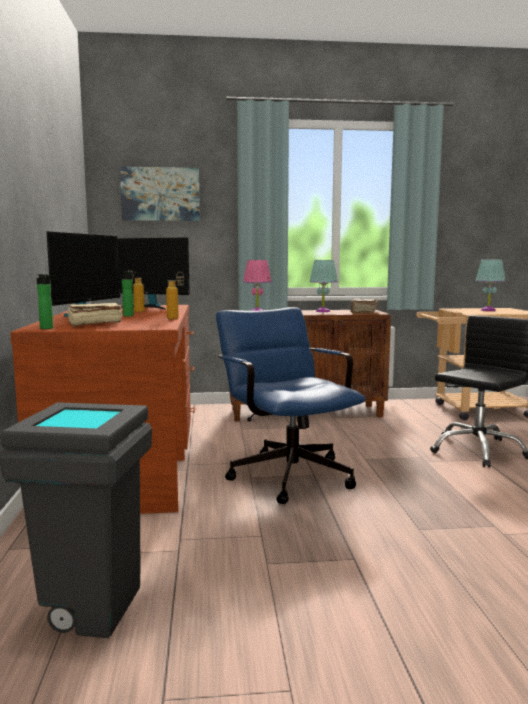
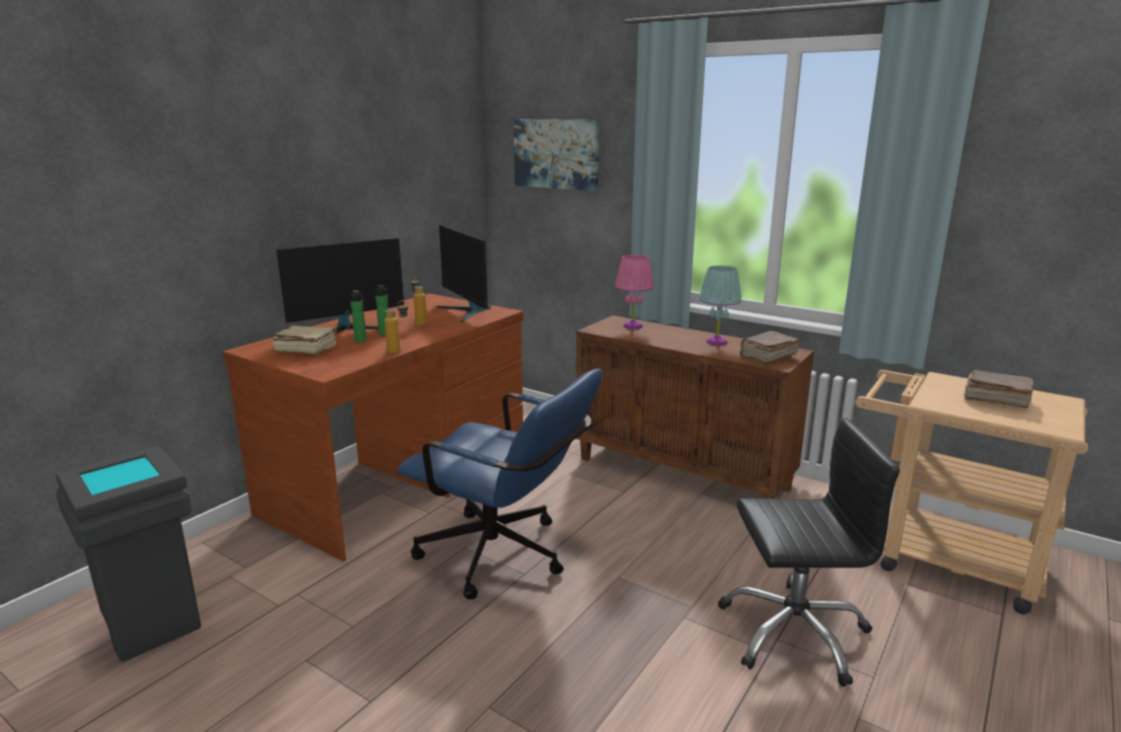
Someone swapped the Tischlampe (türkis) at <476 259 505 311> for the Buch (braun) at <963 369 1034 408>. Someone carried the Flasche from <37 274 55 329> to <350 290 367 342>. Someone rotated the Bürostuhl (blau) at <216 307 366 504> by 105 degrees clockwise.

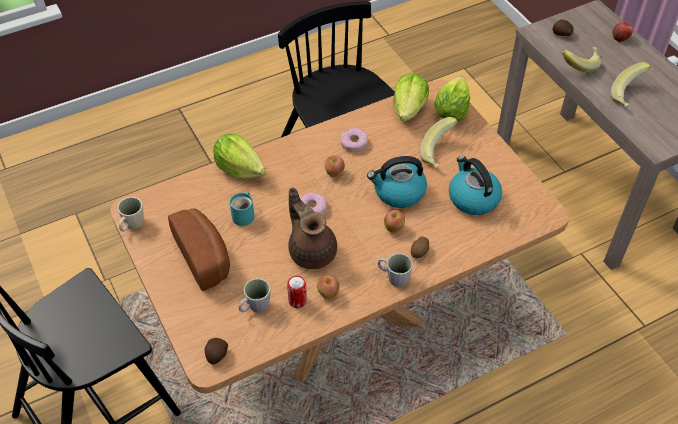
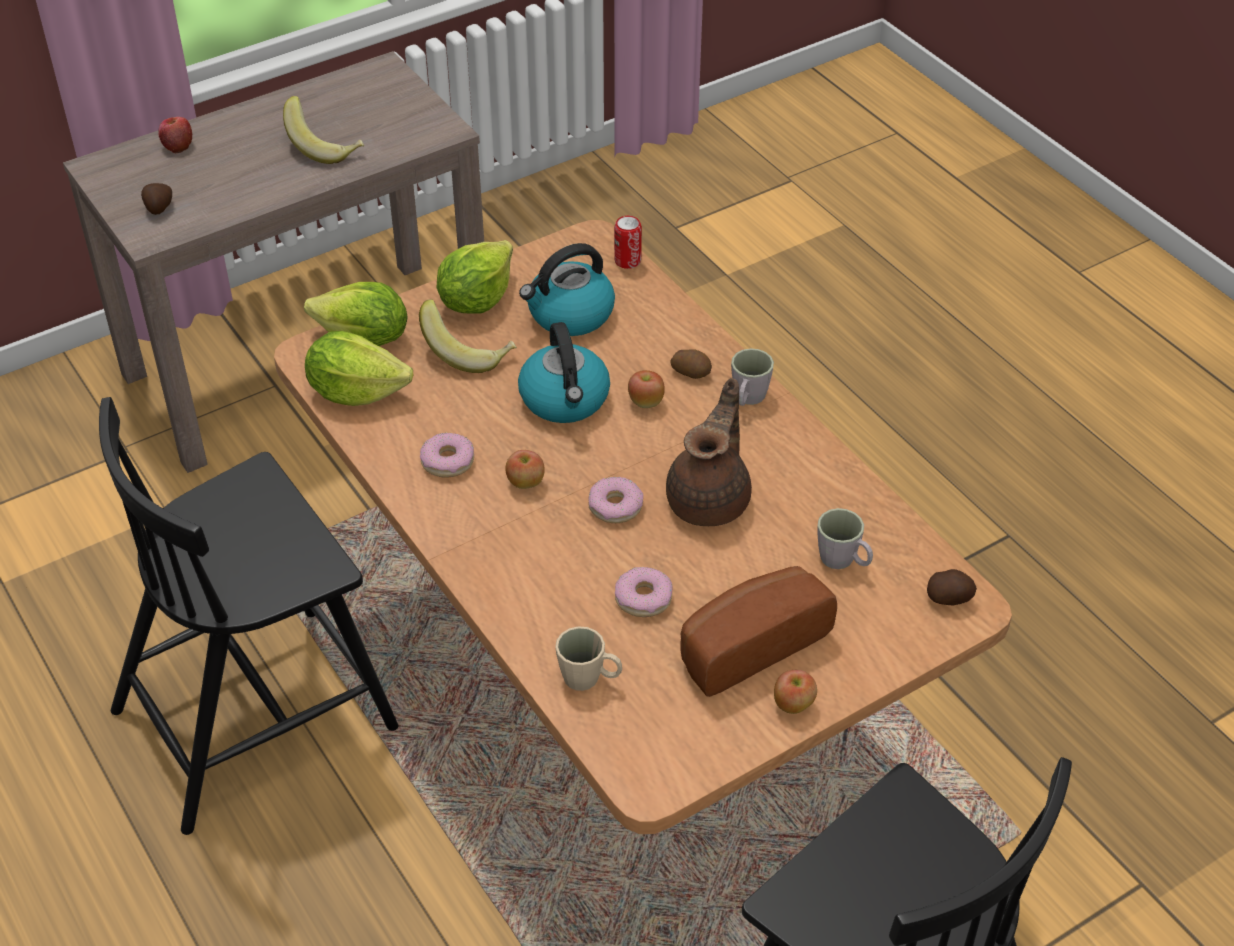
Someone took away the Banane at <562 47 601 73>. Someone carried the Salatkopf from <213 133 266 179> to <436 240 513 314>. Someone rotated the Teekanne (braun) at <288 187 337 269> by 150 degrees clockwise. Someone swapped the Henkelbecher (türkis) at <230 192 255 226> for the Donut at <615 567 673 617>. Someone carried the Henkelbecher (beige) from <117 197 144 232> to <555 626 622 691>. Someone carried the Apfel from <317 275 339 300> to <774 670 817 714>. Someone carried the Dose from <287 276 307 308> to <614 216 642 269>.

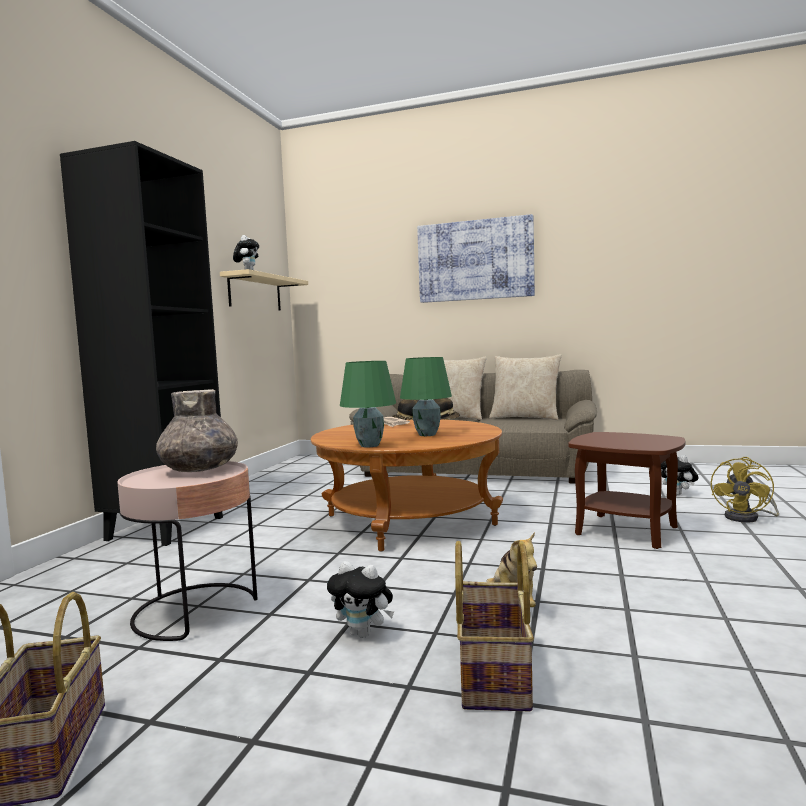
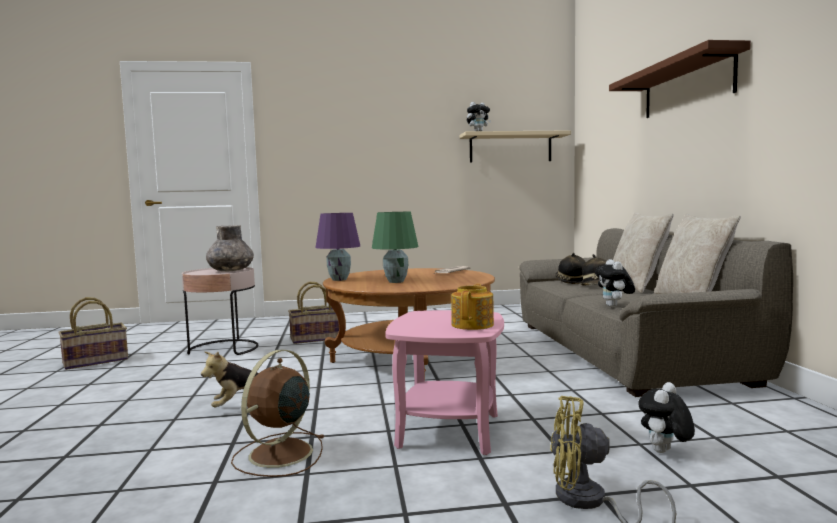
Someone took away the Bücherregal (schwarz) at <60 141 223 546>. Someone swapped the Bild at <417 214 535 303> for the Wandregal (braun) at <609 40 751 118>. Someone repainted the Tischlampe (grün) at <340 361 396 447>, which became the Tischlampe (lila) at <315 213 360 281>. Someone repainted the Beistelltisch (braun) at <568 432 685 549>, which became the Beistelltisch (rosa) at <386 310 504 455>. Someone carried the Korb from <455 541 534 712> to <288 282 339 344>. Someone carried the Plüschtier from <327 561 394 638> to <595 259 635 307>. Someone put down the Teekanne at <451 284 494 330>. Someone put down the Ventilator (braun) at <231 349 325 477>.

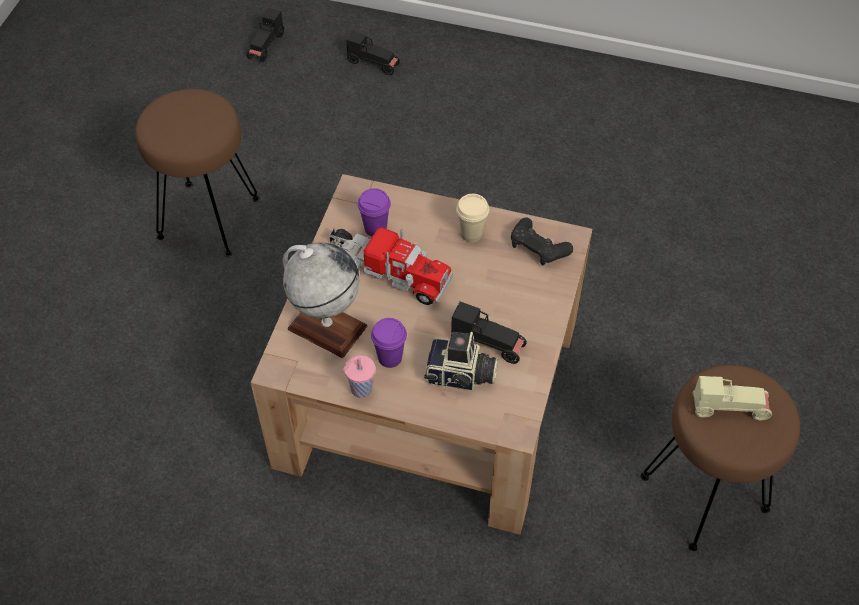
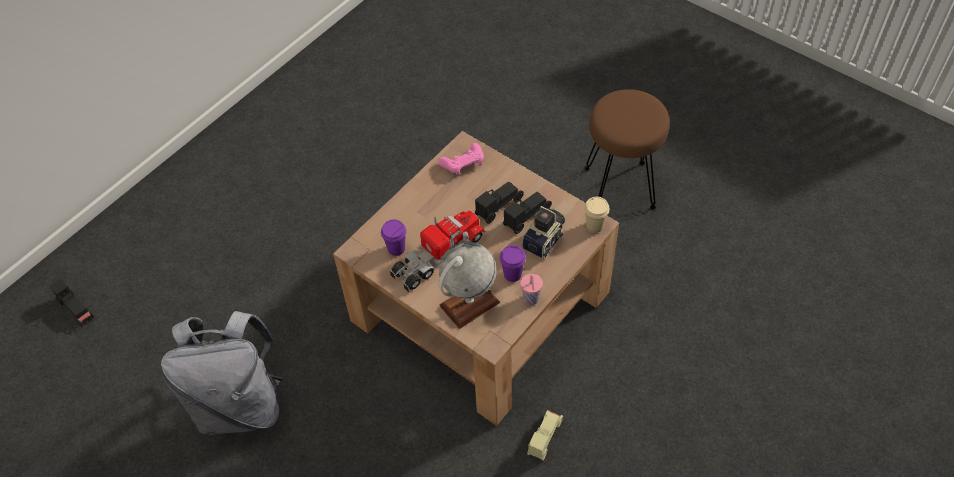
Someone carried the Spielzeugauto (schwarz) from <346 31 400 75> to <475 182 524 224>. Someone swapped the Hocker (braun) at <135 89 259 257> for the Rucksack (grau) at <161 311 283 435>. Someone carried the Tasse (beige) from <456 194 489 242> to <584 197 610 233>. Someone repainted the Gamepad (schwarz) at <511 217 573 265>, which became the Gamepad (rosa) at <438 143 484 176>. Someone carried the Spielzeugauto (beige) from <693 376 772 420> to <527 410 563 461>.

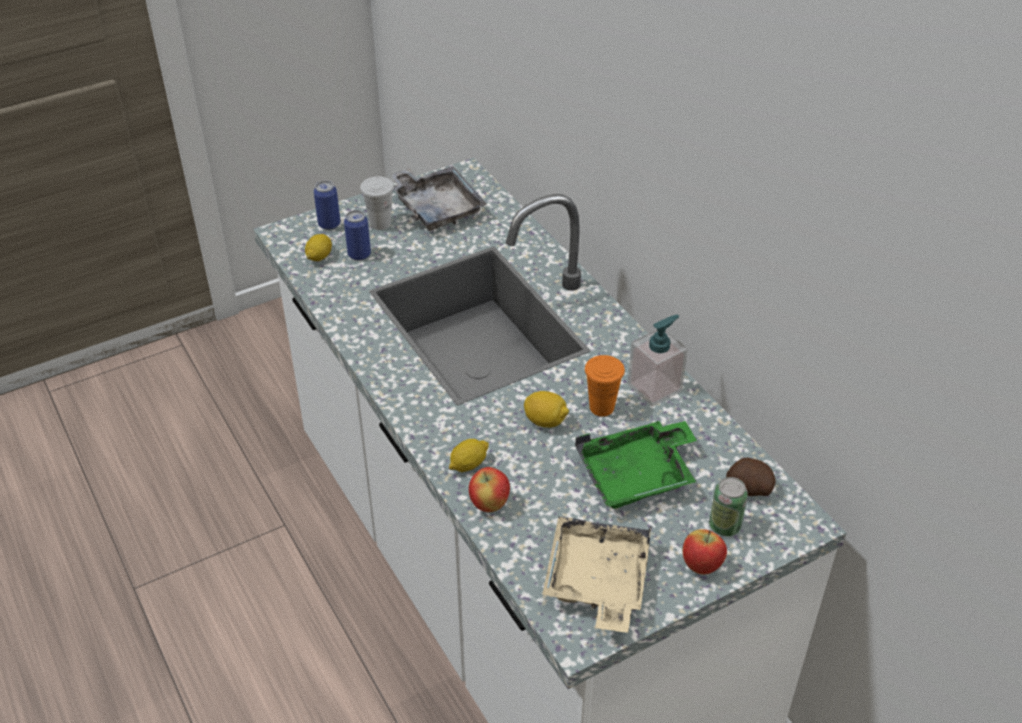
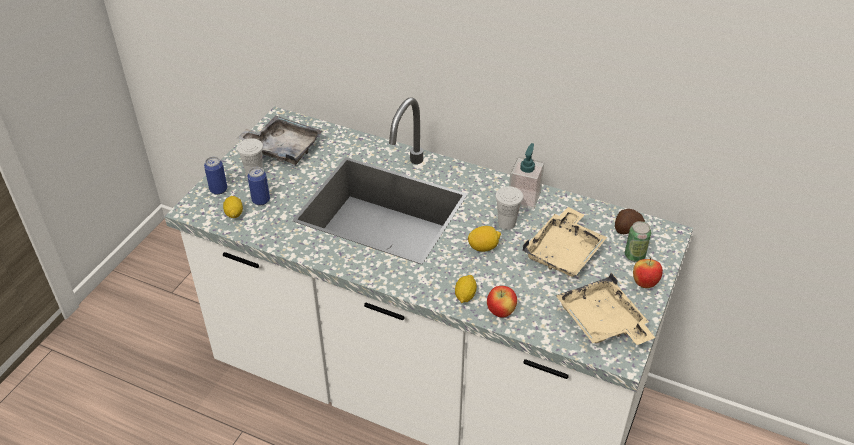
Someone repainted the Tasse (orange) at <585 355 625 416>, which became the Tasse (weiß) at <495 186 523 230>. Someone repainted the Tablett (grün) at <575 421 697 509>, which became the Tablett (beige) at <523 207 607 277>.

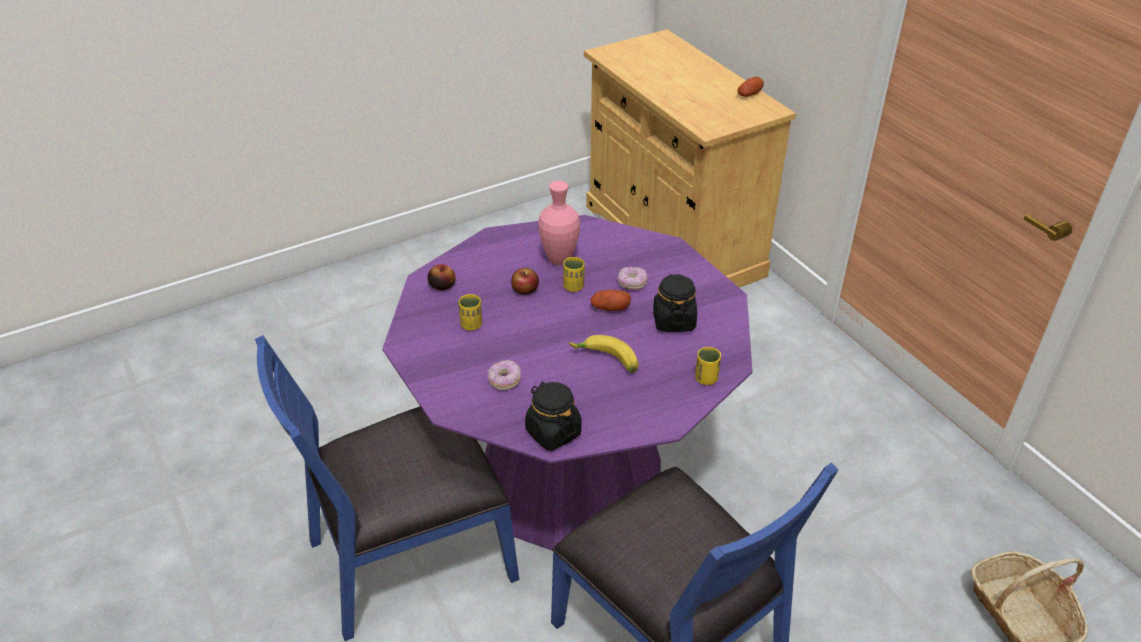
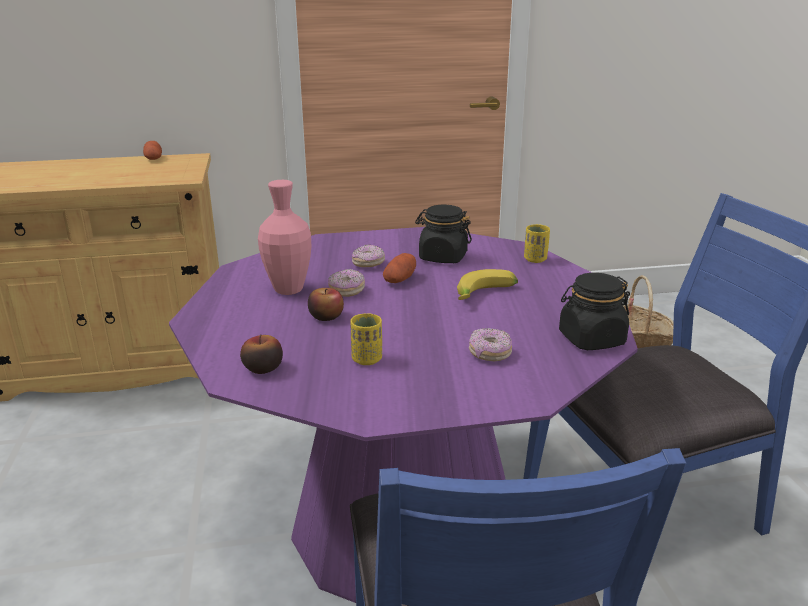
Someone swapped the Tasse (gelb) at <563 257 585 292> for the Donut at <328 269 365 297>.

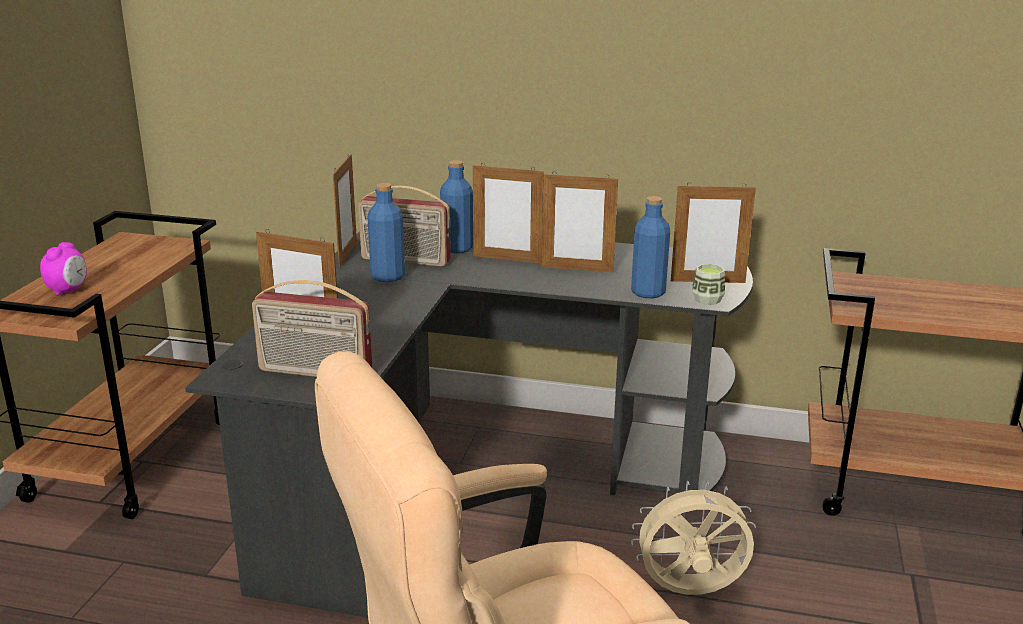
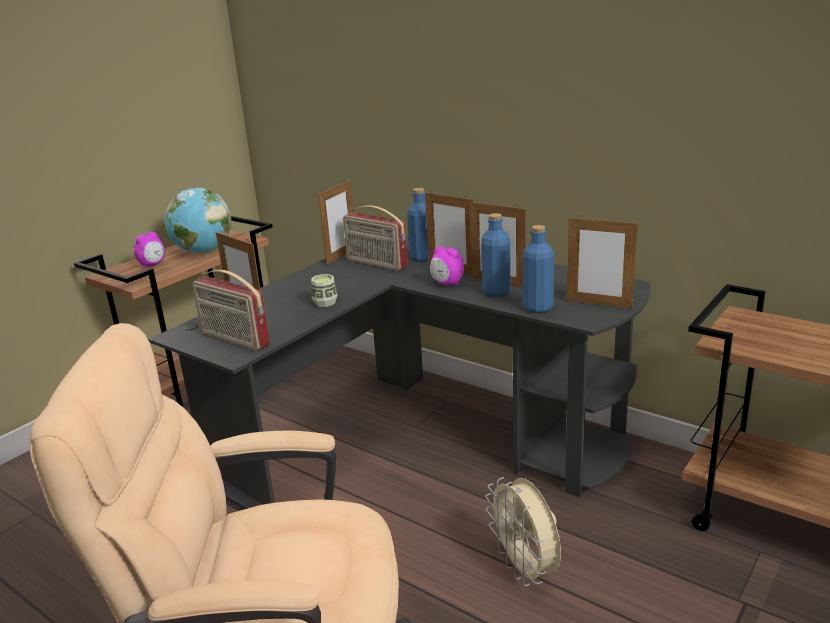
Someone carried the Flasche (blau) from <367 183 405 282> to <481 213 511 297>. Someone carried the Tasse from <692 264 725 305> to <311 274 337 307>. Someone rotated the Ventilator (beige) at <631 481 756 595> by 135 degrees counterclockwise. Someone put down the Globus at <165 188 231 253>. Someone put down the Wecker at <430 246 464 286>.

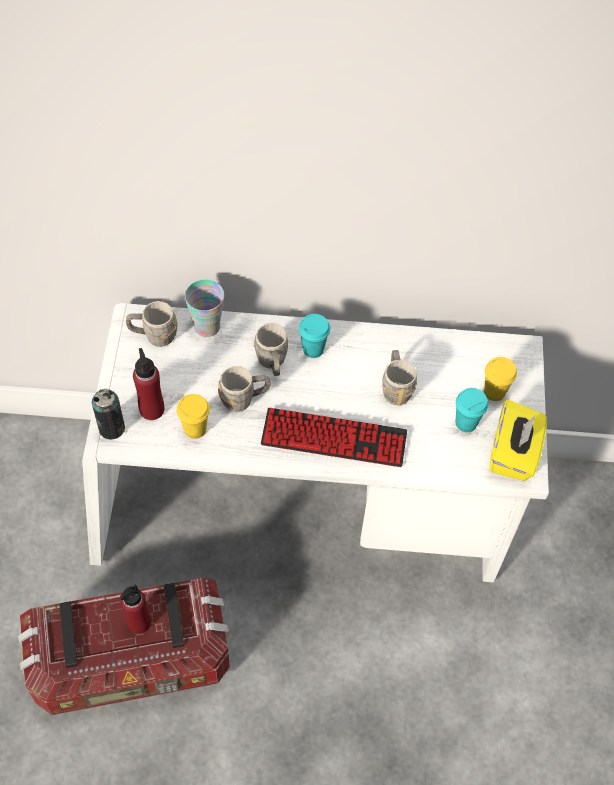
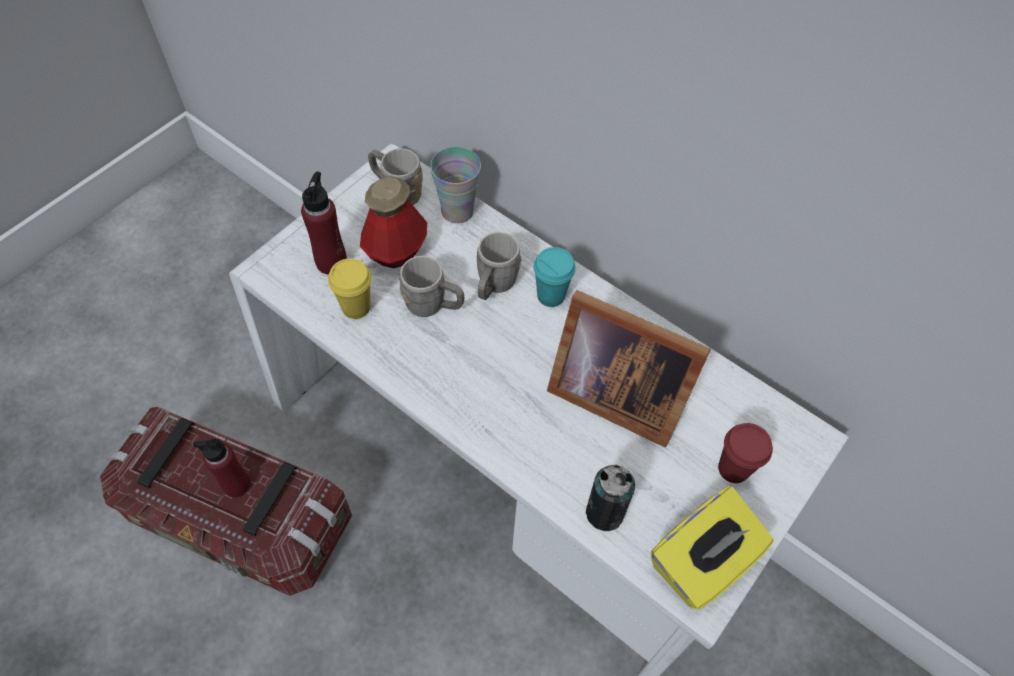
Someone swapped the Henkelbecher (grau) at <382 350 417 406> for the Bilderrahmen at <547 290 711 447>. Someone repainted the Tasse (gelb) at <484 357 517 401>, which became the Tasse (rot) at <718 423 773 483>. Someone took away the Tasse (türkis) at <456 388 488 432>. Someone carried the Dose from <92 389 125 440> to <586 465 635 531>. Someone took away the Tastatur at <261 408 407 467>. Someone put down the Flasche at <360 176 427 268>.

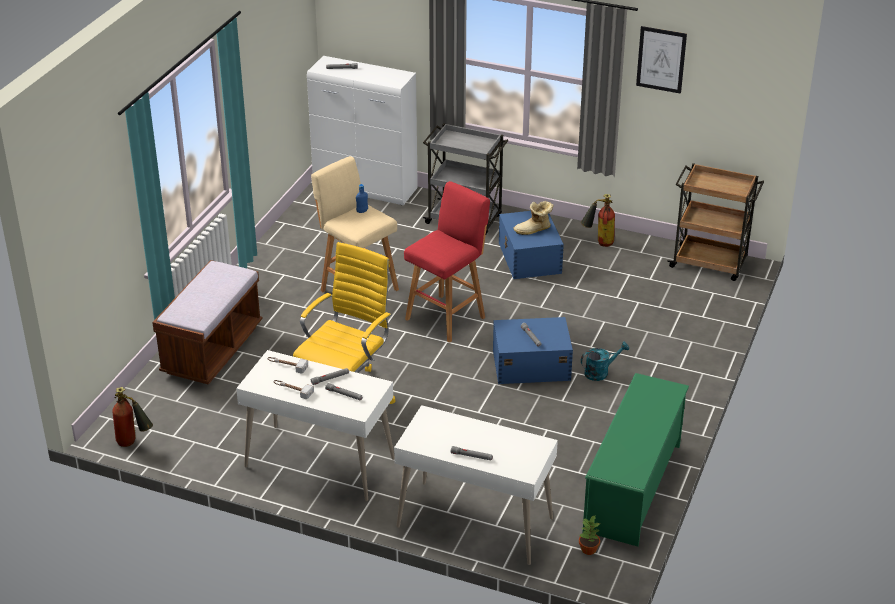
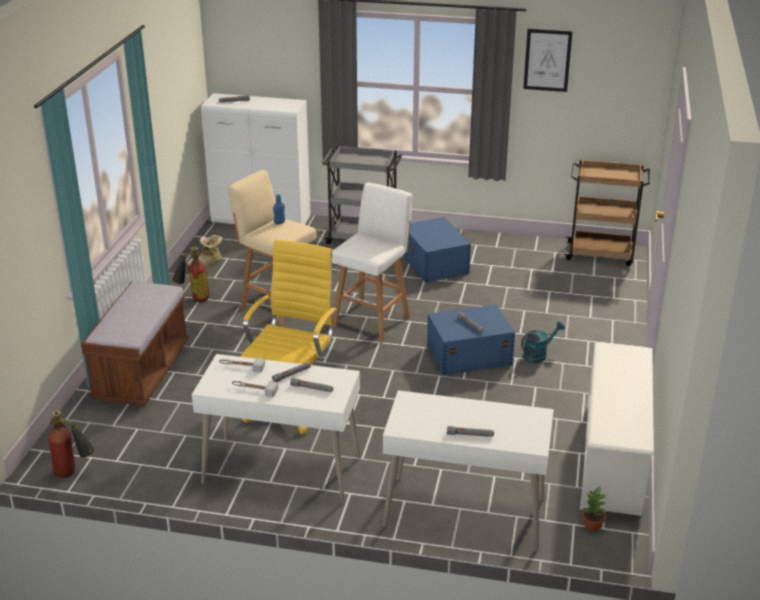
Someone repainted the Hocker (rot) at <404 181 490 343>, which became the Hocker (weiß) at <332 183 413 343>. Someone carried the Feuerlöscher from <581 194 615 247> to <172 247 210 302>. Someone carried the Stiefel from <513 201 554 235> to <187 235 222 266>. Someone repainted the Schuhregal (grün) at <583 373 689 547>, which became the Schuhregal (weiß) at <580 342 654 516>.

